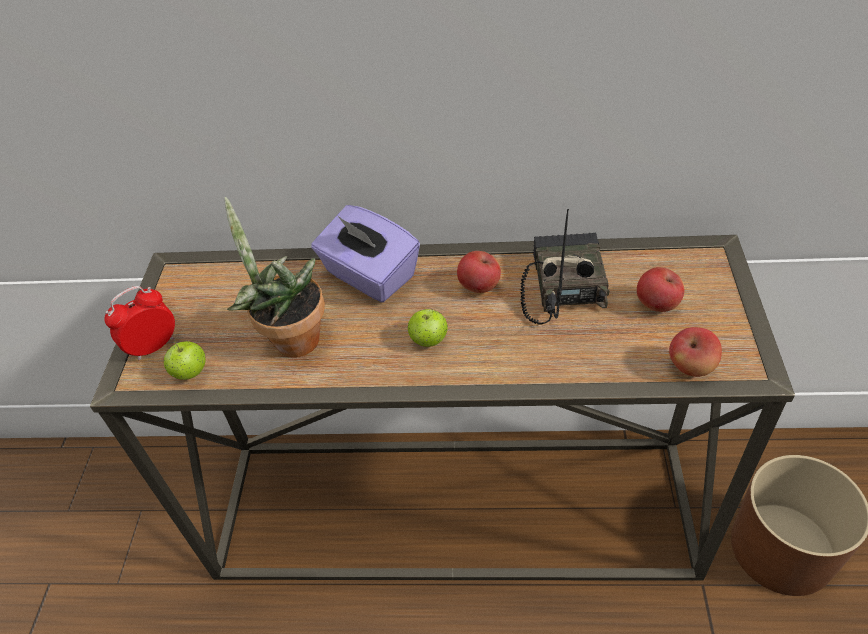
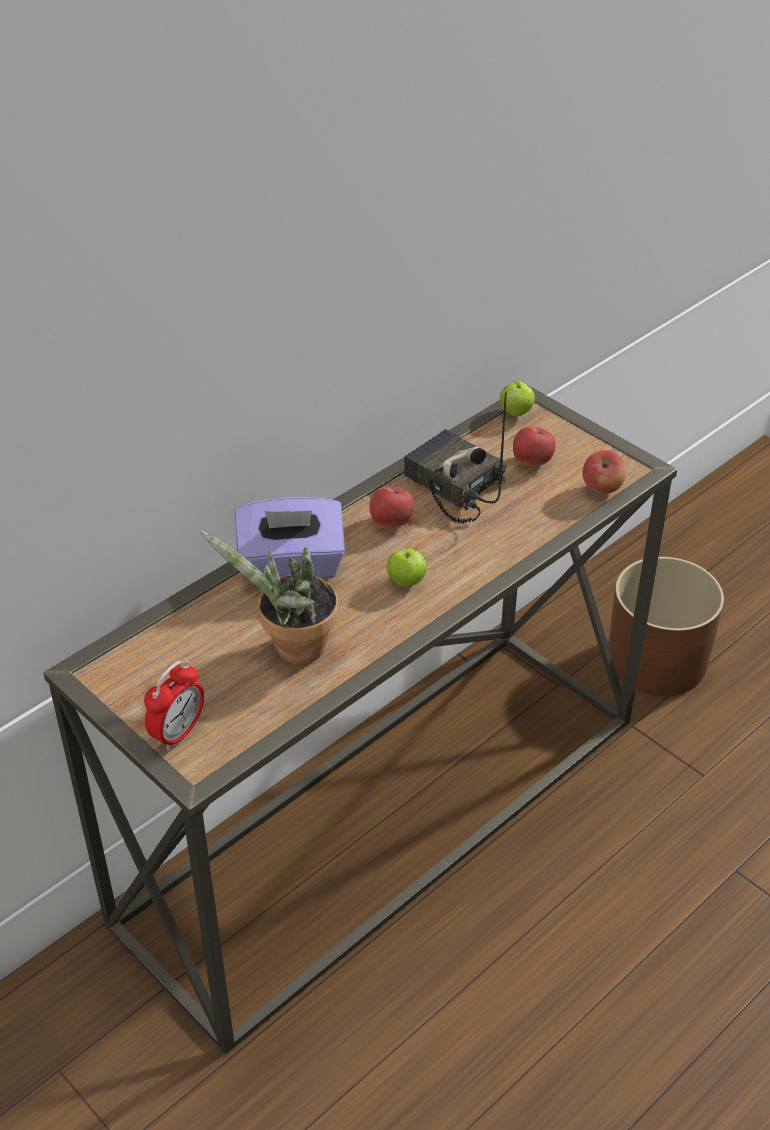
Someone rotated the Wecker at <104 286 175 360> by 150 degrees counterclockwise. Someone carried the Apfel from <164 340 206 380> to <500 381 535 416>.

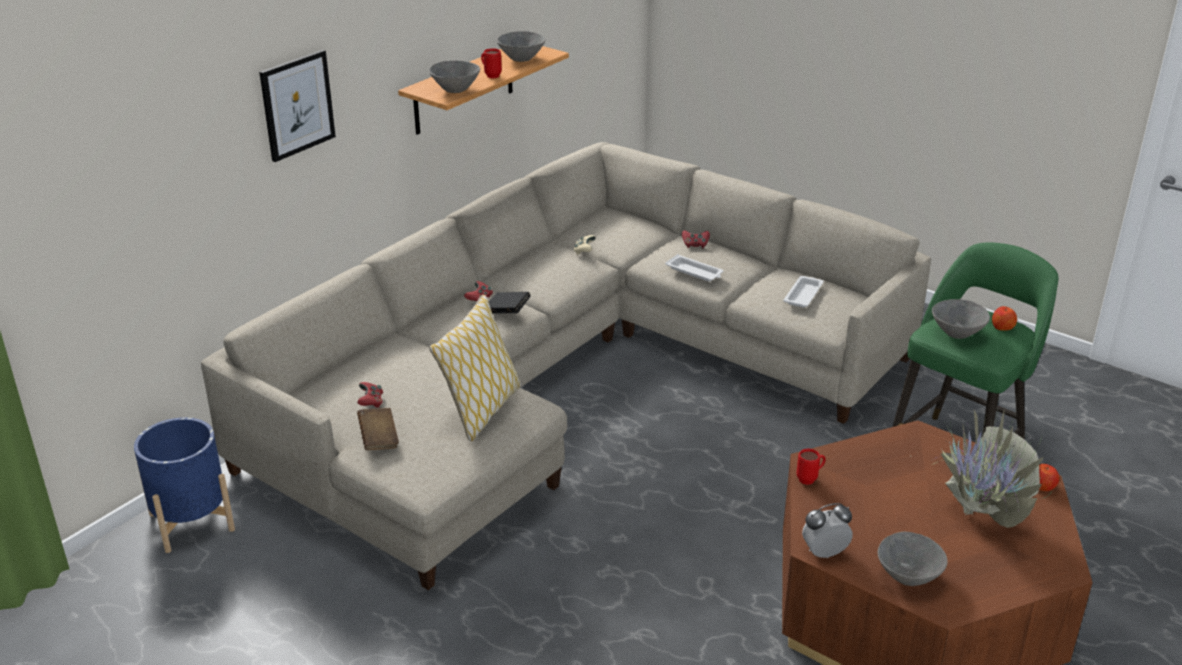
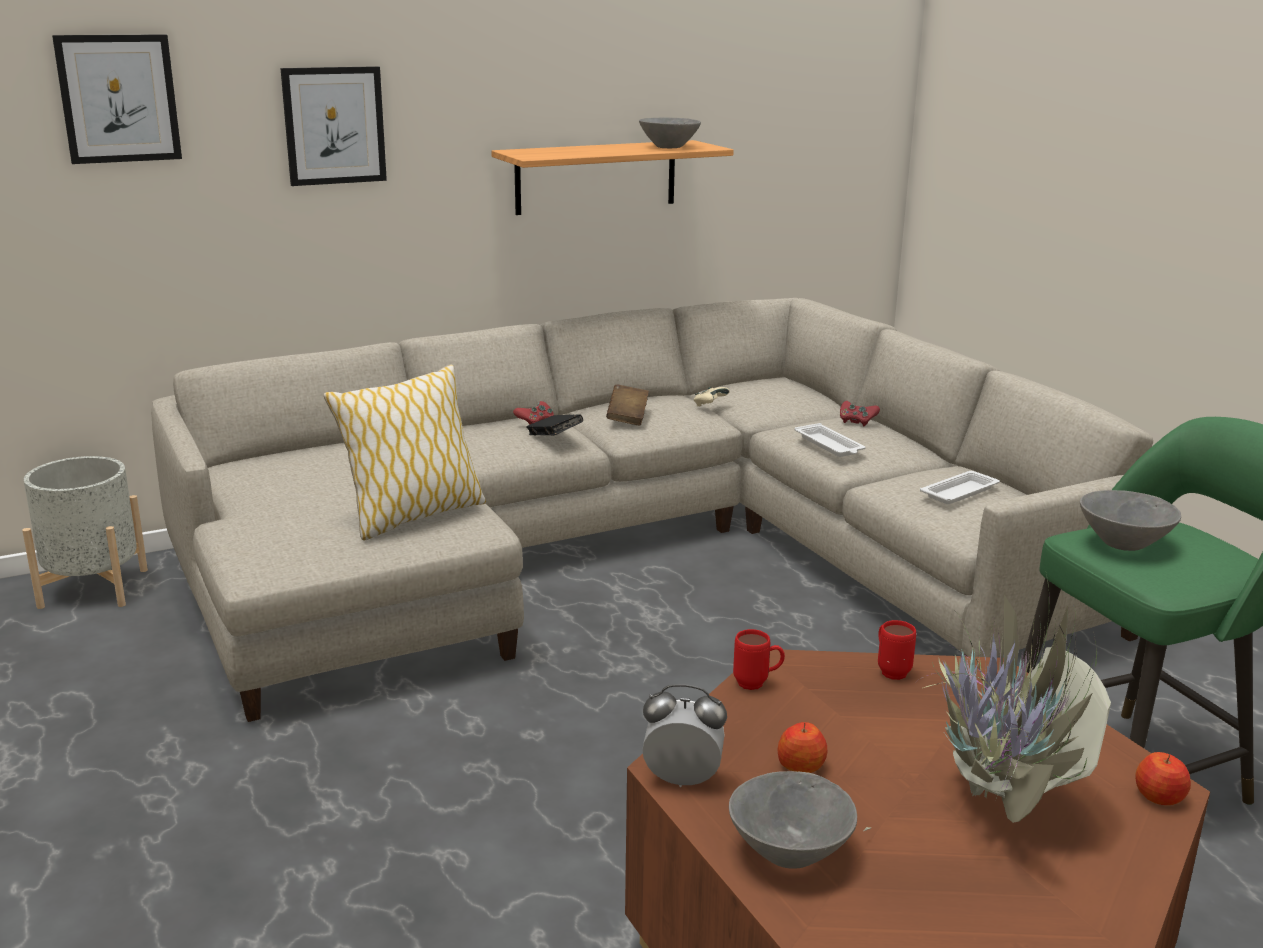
Someone carried the Henkelbecher (rot) from <481 48 502 78> to <878 620 916 680>. Someone took away the Schüssel (grau) at <429 60 480 93>. Someone carried the Apfel from <992 306 1017 331> to <777 722 827 773>. Someone took away the Gamepad (rot) at <357 382 383 408>. Someone carried the Buch (braun) from <357 408 399 450> to <606 385 649 425>. Someone repainted the Pflanzkübel (blau) at <134 417 235 553>, which became the Pflanzkübel (grau) at <22 456 148 609>. Someone put up the Bild at <52 34 182 164>.

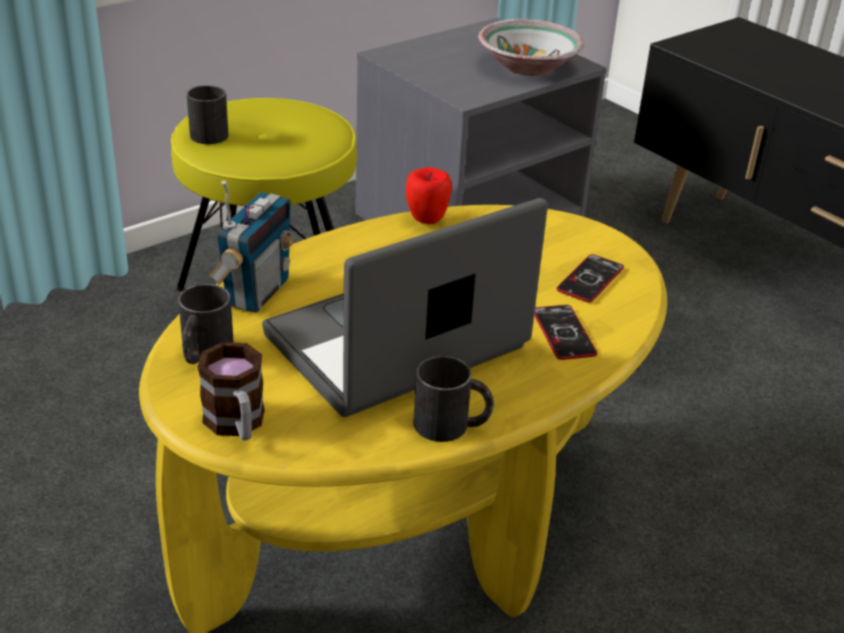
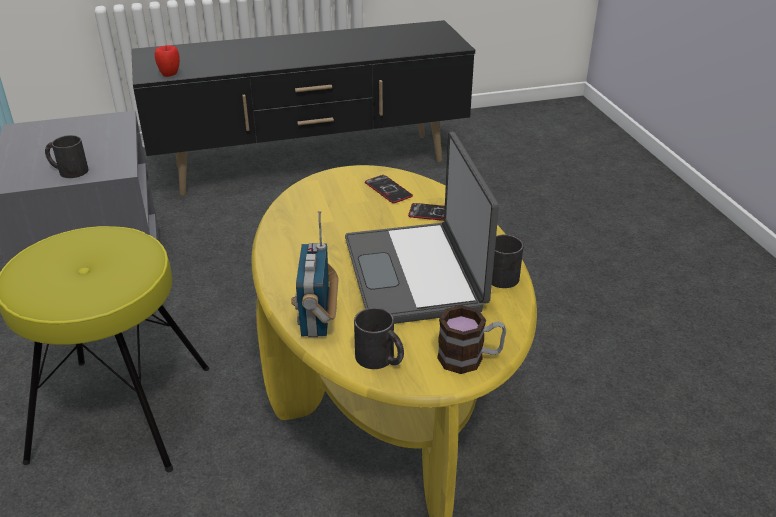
Someone took away the Schüssel at <479 19 584 76>. Someone carried the Henkelbecher (schwarz) from <187 85 228 144> to <45 135 89 178>. Someone carried the Apfel from <406 167 452 224> to <155 45 180 77>. Someone rotated the Radio at <209 180 293 313> by 135 degrees counterclockwise.

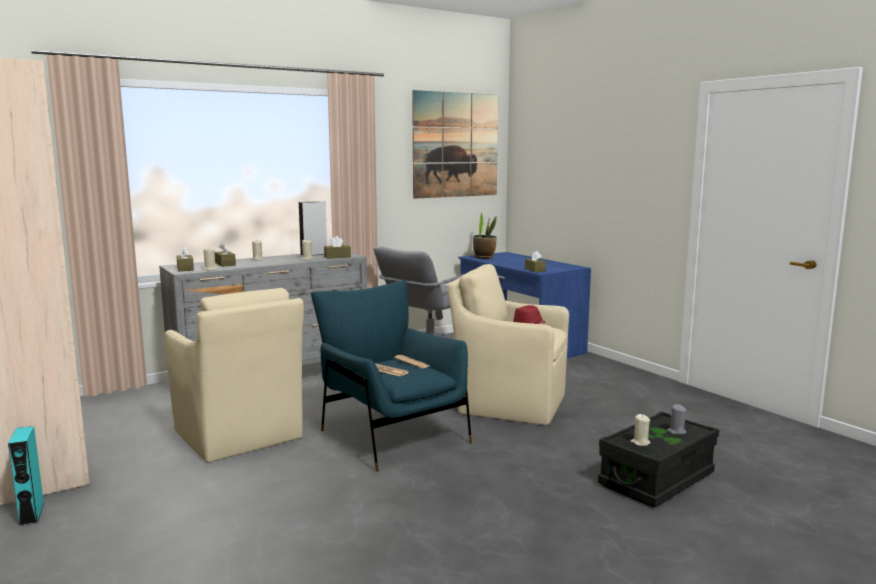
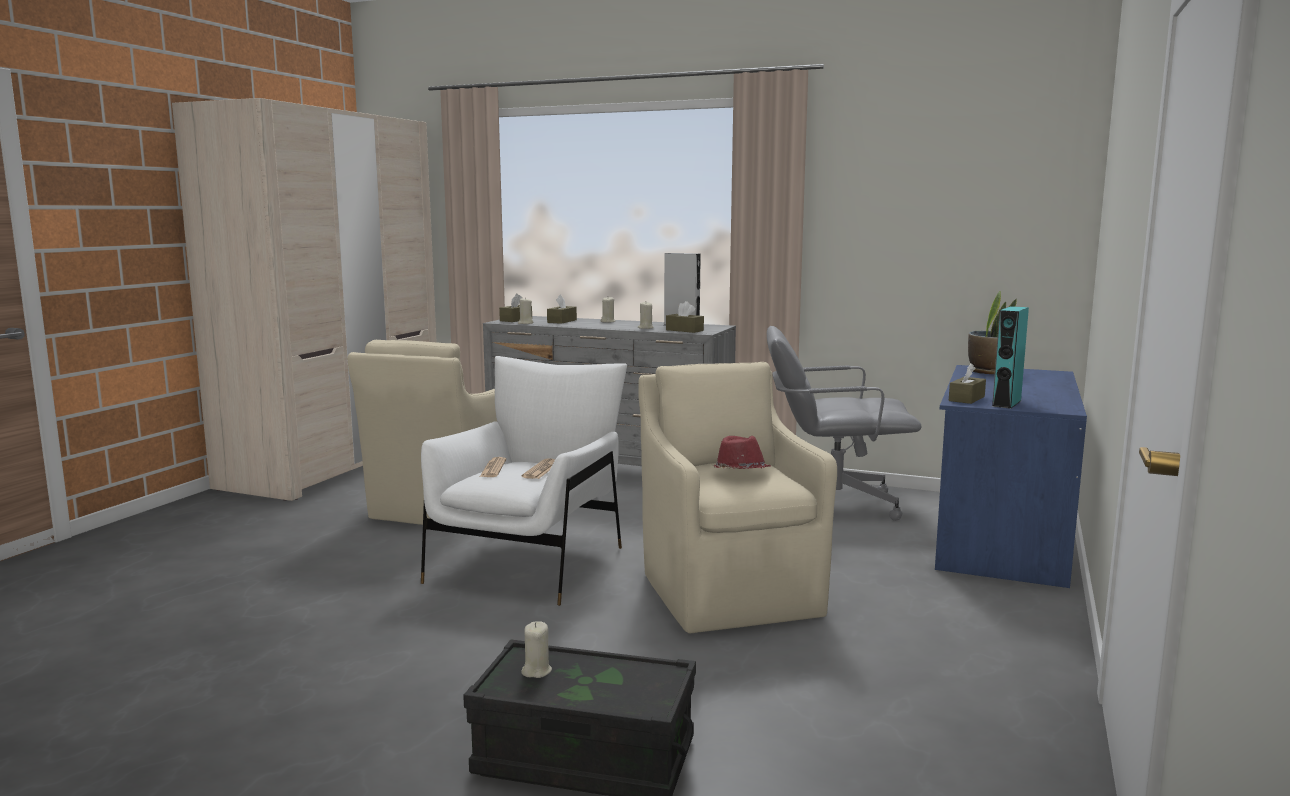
Someone took away the Bild at <412 90 498 199>. Someone repainted the Sessel (blau) at <311 280 472 472>, which became the Sessel (weiß) at <421 356 627 606>. Someone took away the Kerze (grau) at <667 404 687 435>. Someone carried the Lautsprecher (türkis) from <8 426 44 526> to <992 306 1029 409>.

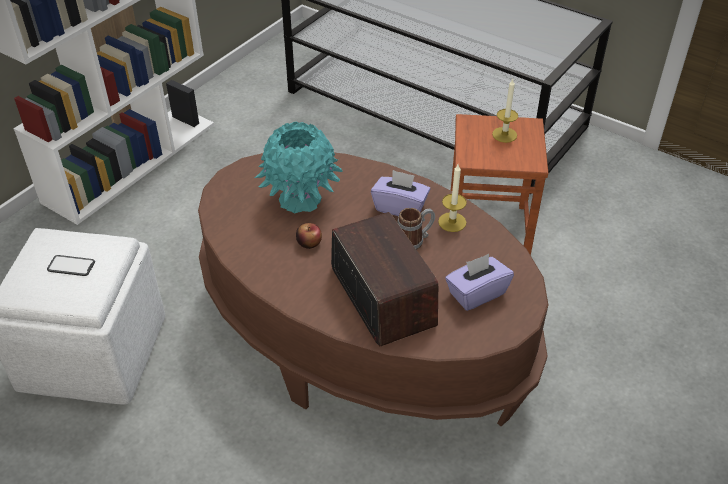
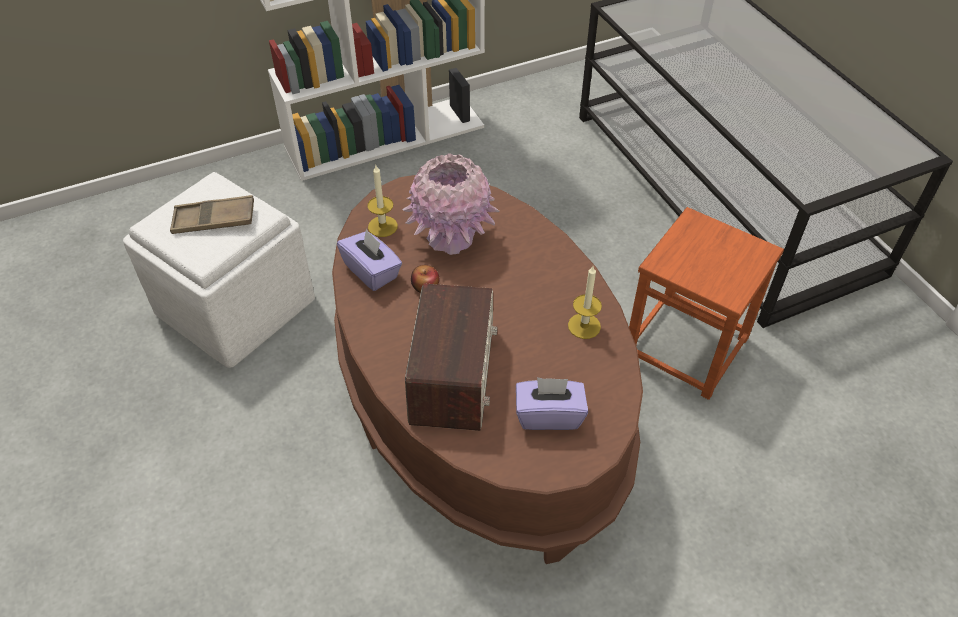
Someone carried the Kerze from <492 79 518 143> to <367 165 398 237>. Someone repainted the Vase (türkis) at <255 122 343 213>, which became the Vase (rosa) at <402 153 500 255>. Someone carried the Taschentuchbox (lila) from <371 170 431 216> to <337 229 402 291>. Someone took away the Henkelbecher at <397 208 435 250>. Someone swapped the Handy at <47 255 95 276> for the Tablett (braun) at <170 195 254 234>.

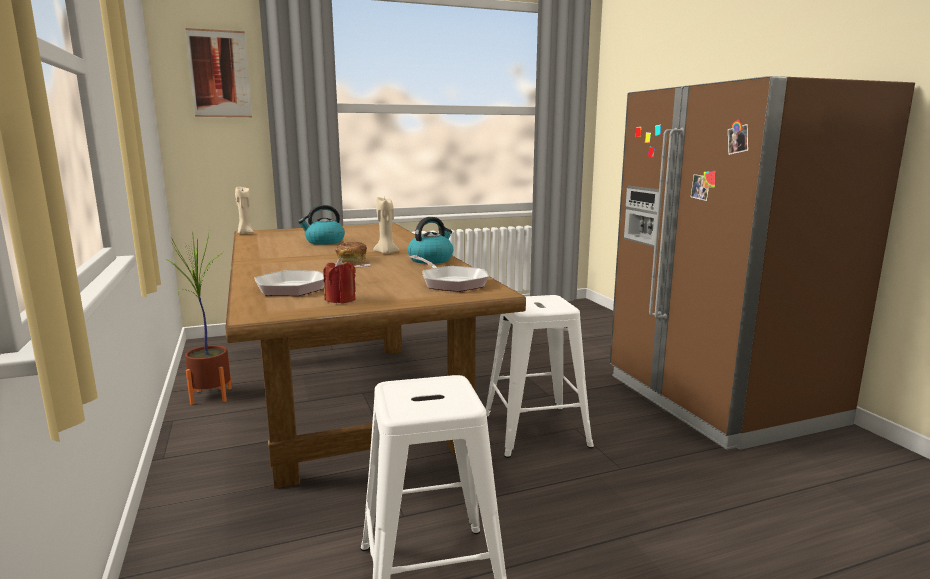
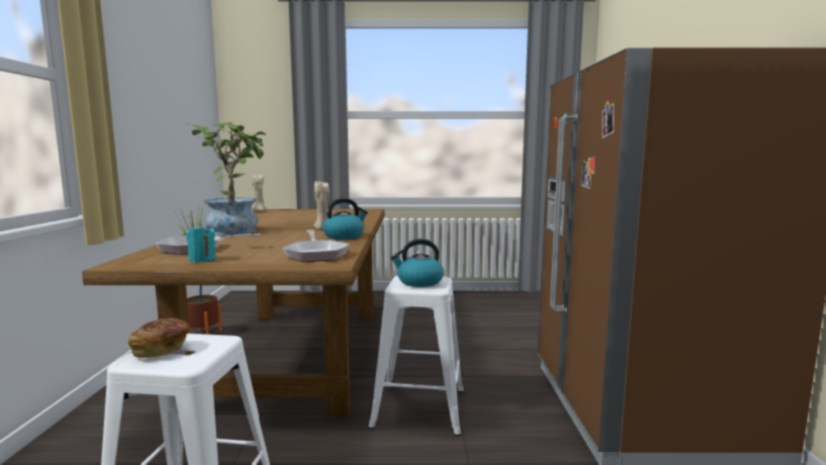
Someone took away the Bild at <186 28 252 117>. Someone carried the Wasserkessel from <298 205 345 245> to <390 239 444 287>. Someone carried the Brot from <335 242 367 263> to <128 318 190 358>. Someone repainted the Kerze (rot) at <323 258 356 303>, which became the Kerze (türkis) at <187 223 216 262>. Someone put down the Topfpflanze at <191 122 266 236>.

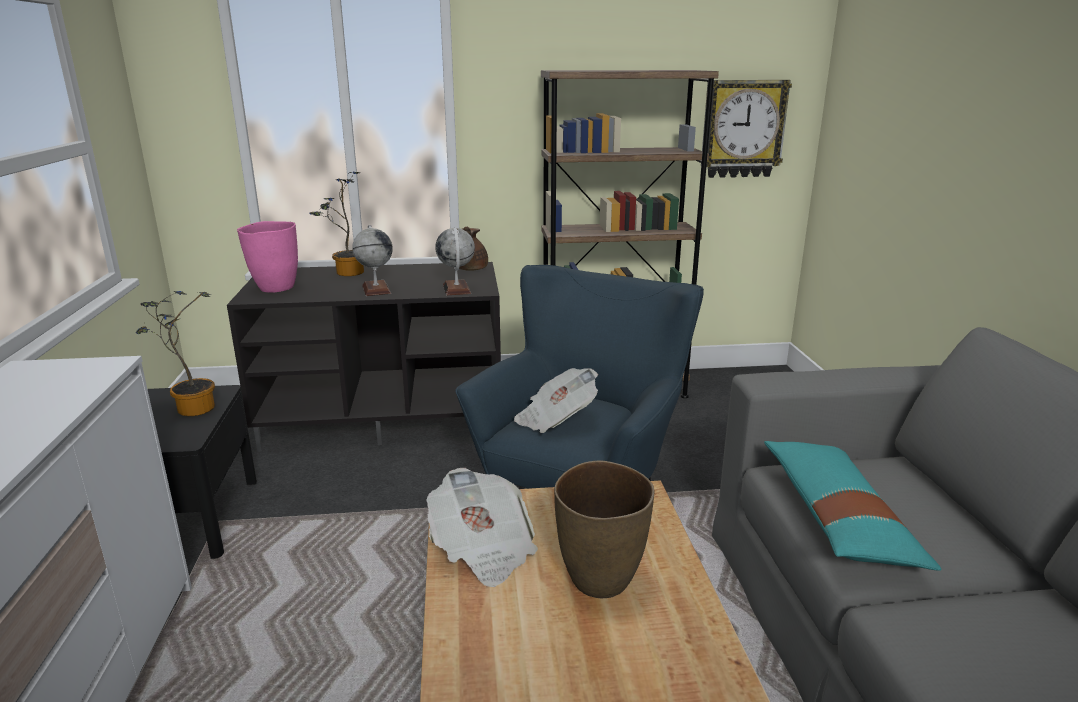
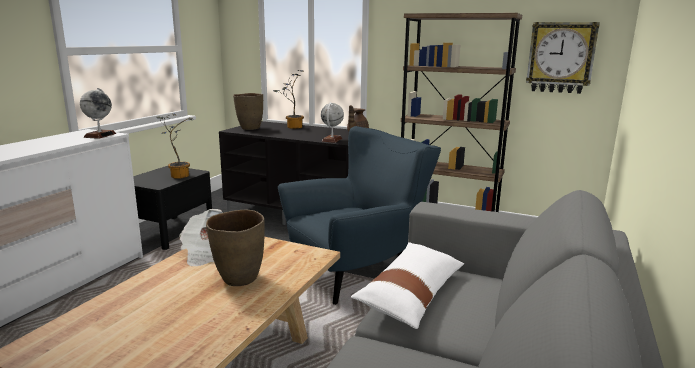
Someone repainted the Vase (rosa) at <237 221 298 293>, which became the Vase (braun) at <233 93 263 130>. Someone carried the Globus from <352 225 393 296> to <80 88 116 139>. Someone took away the Zeitung at <514 368 598 433>. Someone repainted the Kissen (türkis) at <764 441 942 571>, which became the Kissen (weiß) at <351 242 464 329>.

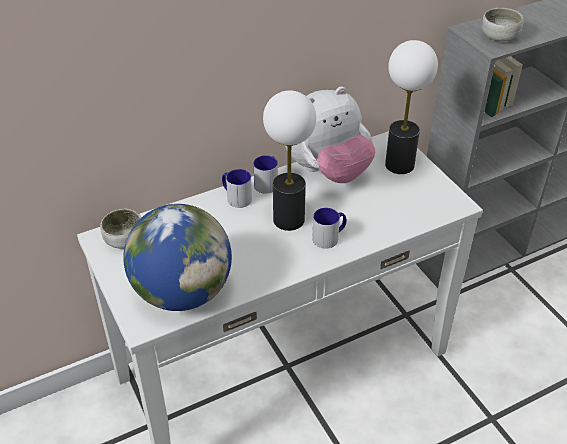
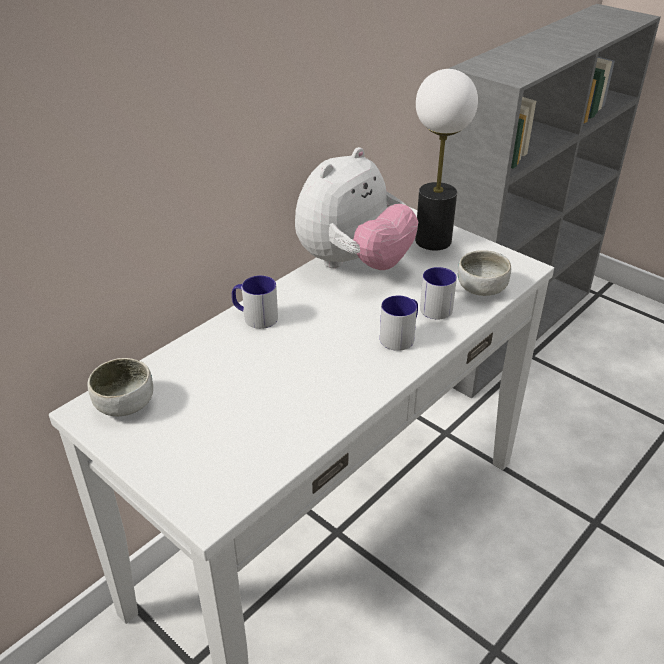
Someone carried the Schüssel from <482 8 524 41> to <458 250 511 296>. Someone took away the Tischlampe at <263 90 316 231>. Someone carried the Henkelbecher from <253 155 278 193> to <420 267 457 319>. Someone took away the Globus at <123 204 232 311>.

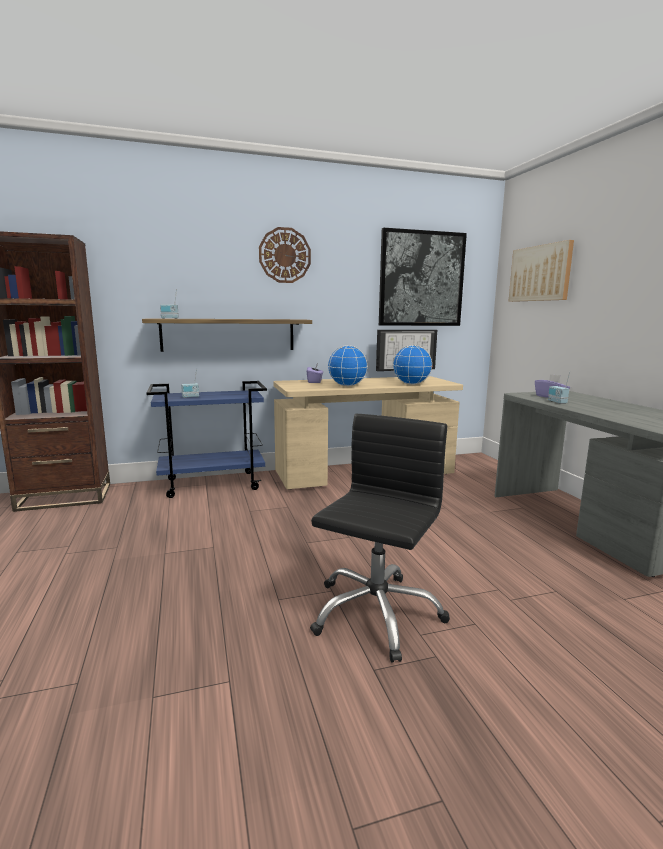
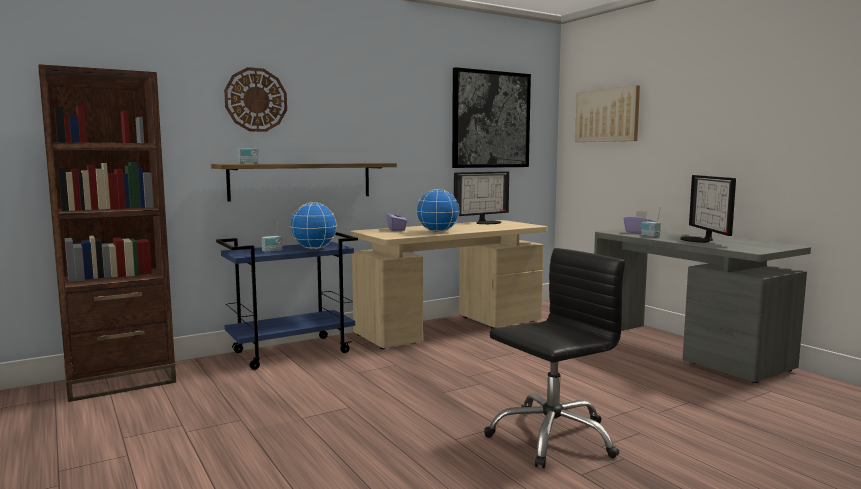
Someone carried the Wanduhr from <259 227 311 283> to <224 67 287 132>. Someone carried the Globus from <393 345 433 385> to <290 202 337 249>. Someone rotated the Bürostuhl (schwarz) at <310 414 450 663> by 45 degrees clockwise. Someone put down the Monitor at <680 175 736 243>.

